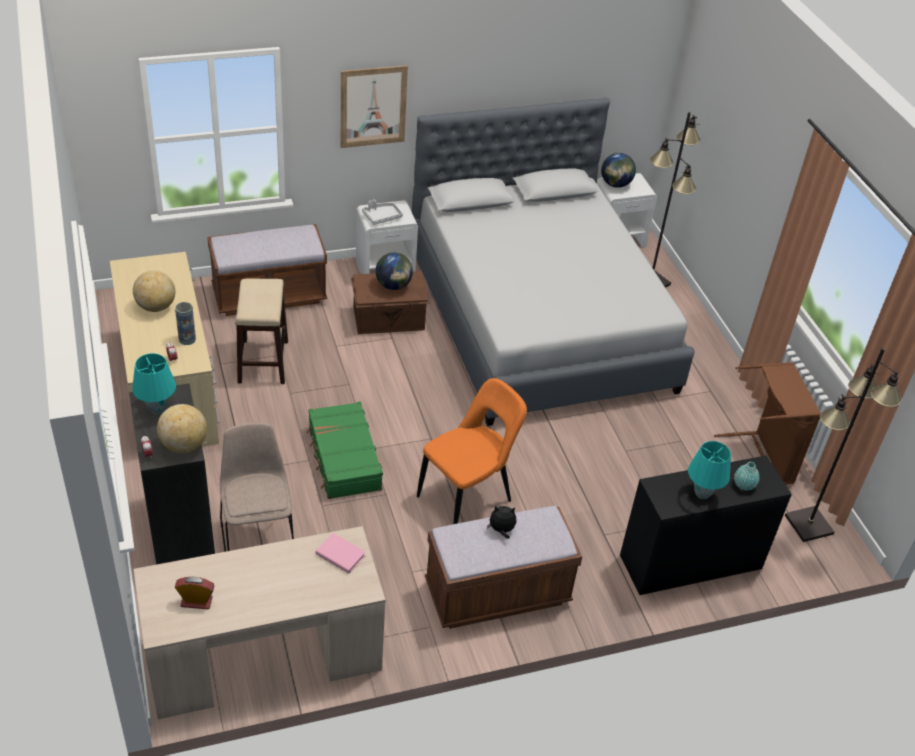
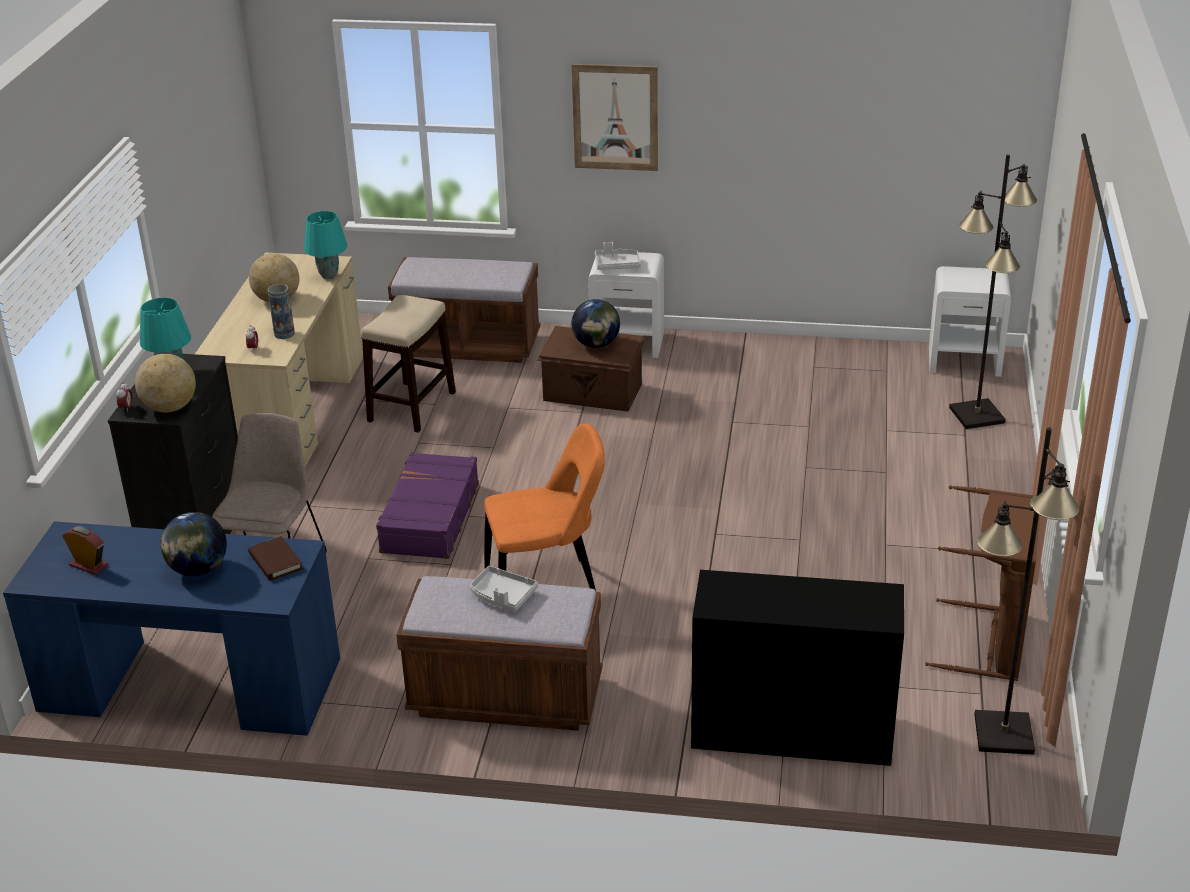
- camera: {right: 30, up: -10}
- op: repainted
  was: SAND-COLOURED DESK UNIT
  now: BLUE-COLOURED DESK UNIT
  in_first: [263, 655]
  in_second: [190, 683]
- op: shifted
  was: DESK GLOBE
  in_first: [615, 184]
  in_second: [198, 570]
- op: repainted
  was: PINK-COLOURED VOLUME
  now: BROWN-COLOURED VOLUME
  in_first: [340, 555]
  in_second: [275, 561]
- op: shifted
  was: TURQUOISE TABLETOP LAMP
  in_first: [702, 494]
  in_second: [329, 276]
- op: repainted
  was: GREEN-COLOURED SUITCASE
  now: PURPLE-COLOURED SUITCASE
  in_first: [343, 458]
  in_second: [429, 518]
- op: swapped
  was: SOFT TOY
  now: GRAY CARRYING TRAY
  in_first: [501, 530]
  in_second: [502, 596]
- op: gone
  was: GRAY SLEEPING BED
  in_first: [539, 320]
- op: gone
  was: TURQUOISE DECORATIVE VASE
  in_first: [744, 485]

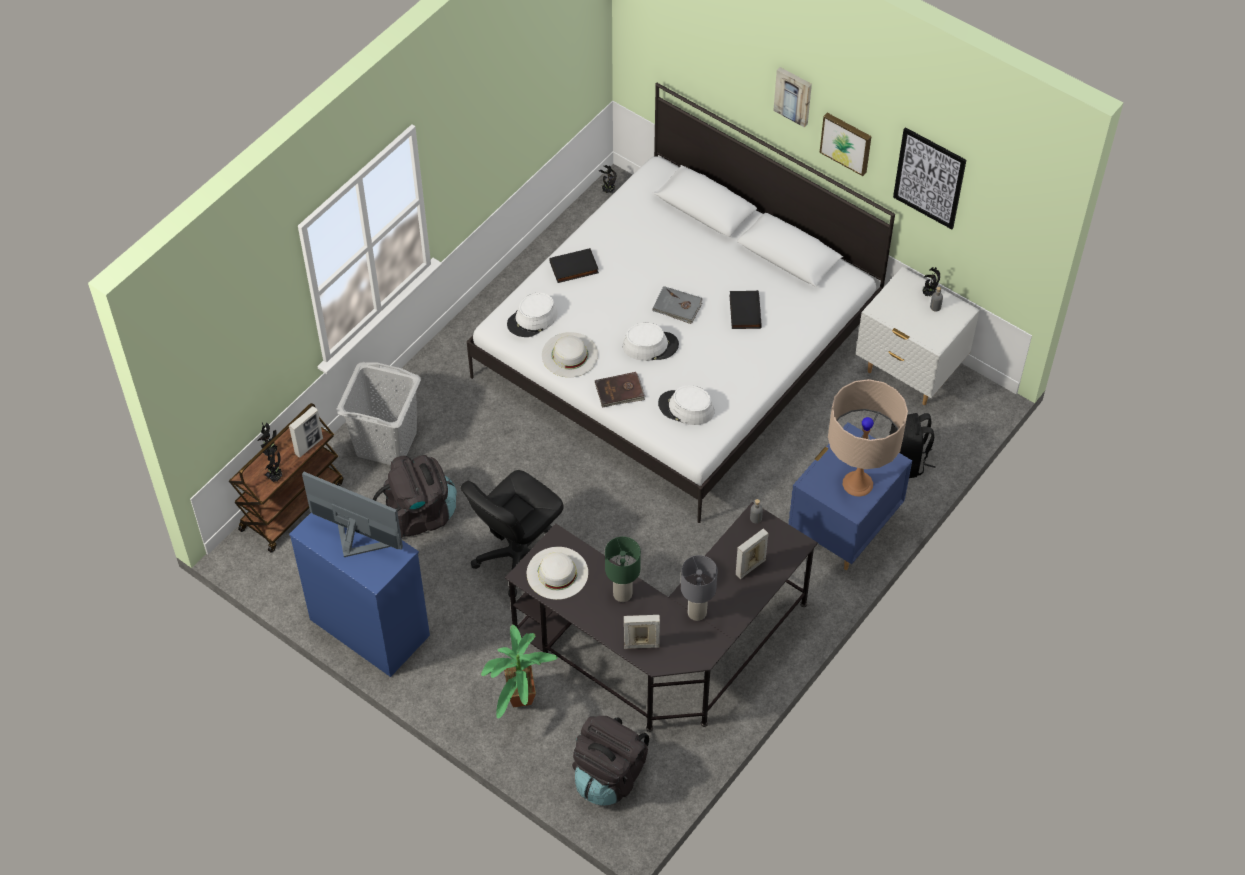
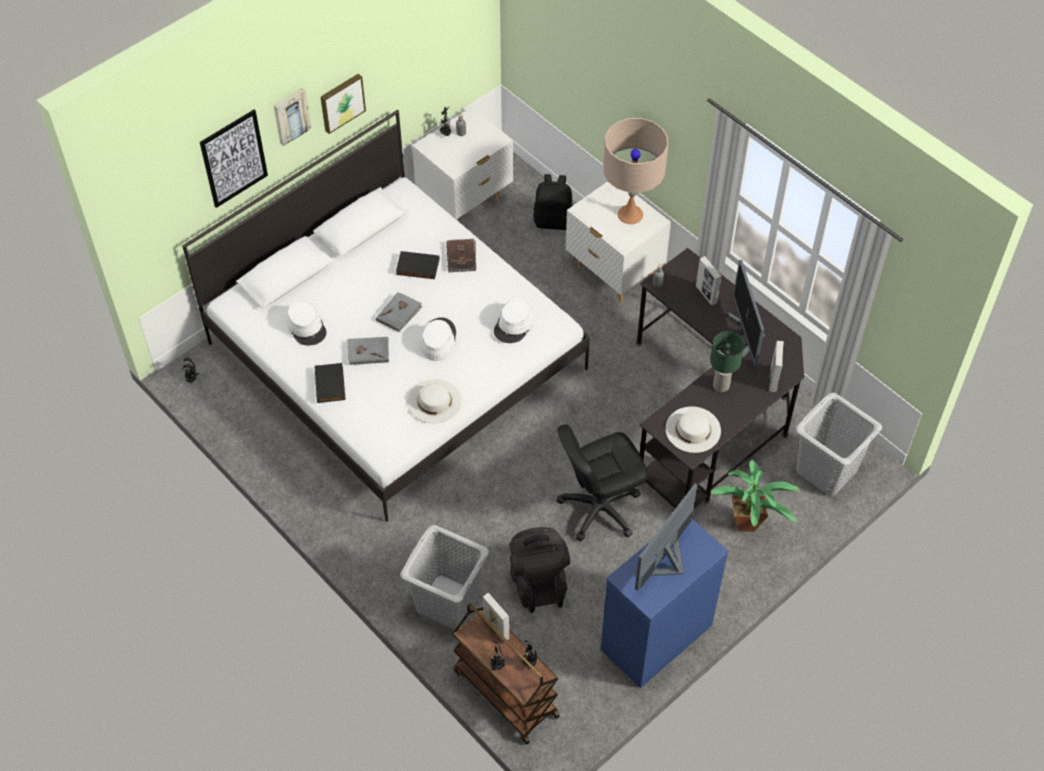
- camera: {right: -80, up: 0}
- op: shifted
  was: PICTURE
  in_first: [929, 178]
  in_second: [234, 158]
- op: shifted
  was: WHITE CLOTHING HAT
  in_first: [532, 319]
  in_second: [306, 327]
- op: new
  now: GRAY VOLUME
  in_second: [368, 351]
- op: shifted
  was: BROWN-COLOURED VOLUME
  in_first: [620, 391]
  in_second: [462, 256]
- op: rotated
  was: BLACK OFFICE CHAIR
  in_first: [518, 557]
  in_second: [599, 508]
  clockwise: 105
- op: repainted
  was: BLUE-COLOURED BEDSIDE TABLE
  now: WHITE BEDSIDE TABLE
  in_first: [843, 532]
  in_second: [614, 274]
- op: swapped
  was: GRAY TABLETOP LAMP
  now: MONITOR
  in_first: [696, 613]
  in_second: [746, 337]
- op: swapped
  was: BLACK RUCKSACK
  now: GRAY HAMPER
  in_first: [609, 775]
  in_second: [826, 469]

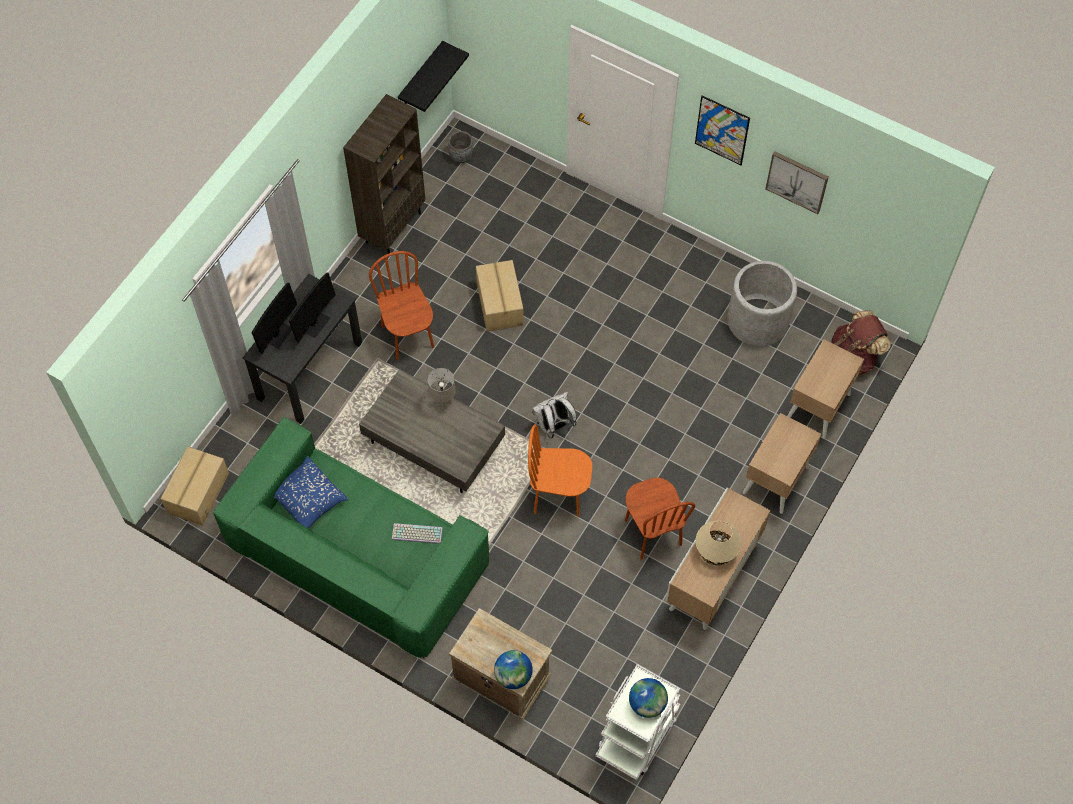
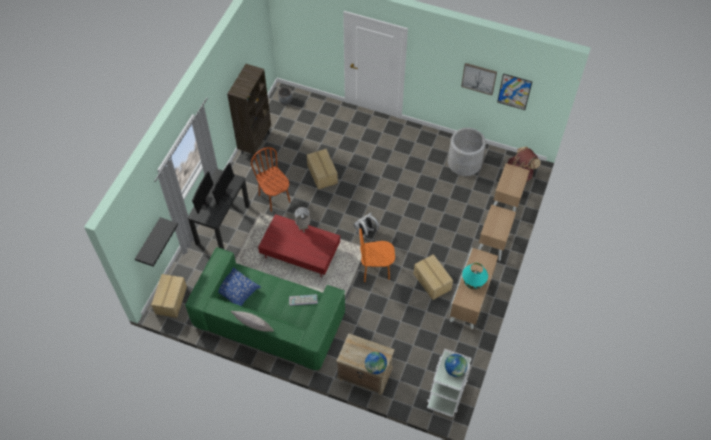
- camera: {right: -10, up: -5}
- op: shifted
  was: BLACK BRACKET SHELF
  in_first: [421, 76]
  in_second: [149, 242]
- op: new
  now: GRAY THROW PILLOW
  in_second: [254, 328]
- op: repainted
  was: GRAY LOUNGE TABLE
  now: RED LOUNGE TABLE
  in_first: [432, 443]
  in_second: [299, 253]
- op: swapped
  was: BROWN-COLOURED UPRIGHT CHAIR
  now: PACKING BOX
  in_first: [652, 532]
  in_second: [431, 282]
- op: repainted
  was: SAND-COLOURED TABLETOP LAMP
  now: TURQUOISE TABLETOP LAMP
  in_first: [716, 551]
  in_second: [473, 282]
- op: shifted
  was: PICTURE
  in_first: [722, 130]
  in_second: [514, 91]

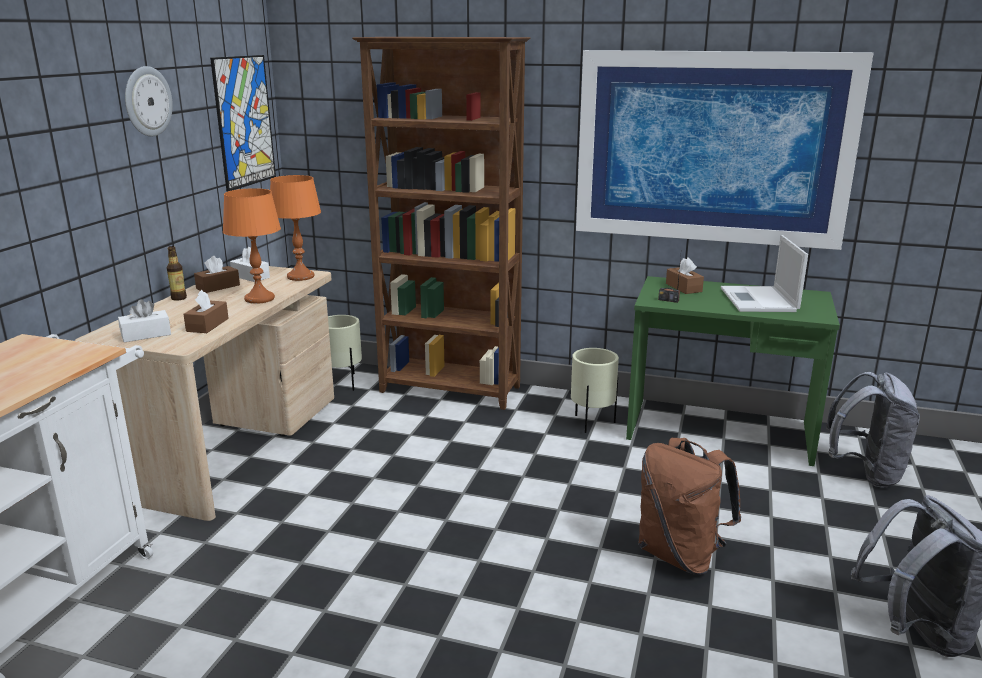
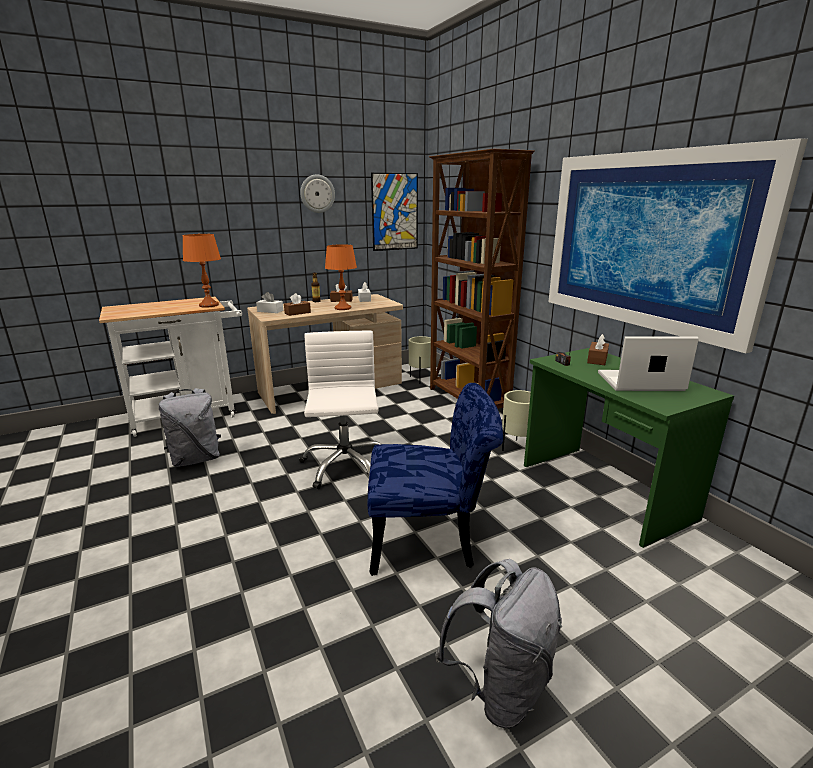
- camera: {right: 45, up: 0}
- op: shifted
  was: GRAY RUCKSACK
  in_first: [866, 473]
  in_second: [196, 459]
- op: shifted
  was: ORANGE-COLOURED TABLETOP LAMP
  in_first: [300, 277]
  in_second: [208, 305]
- op: new
  now: WHITE OFFICE CHAIR
  in_second: [345, 465]
- op: swapped
  was: BROWN-COLOURED RUCKSACK
  now: BLUE-COLOURED UPRIGHT CHAIR
  in_first: [680, 555]
  in_second: [432, 539]
- op: rotated
  was: LAPTOP
  in_first: [759, 300]
  in_second: [638, 382]
  clockwise: 45

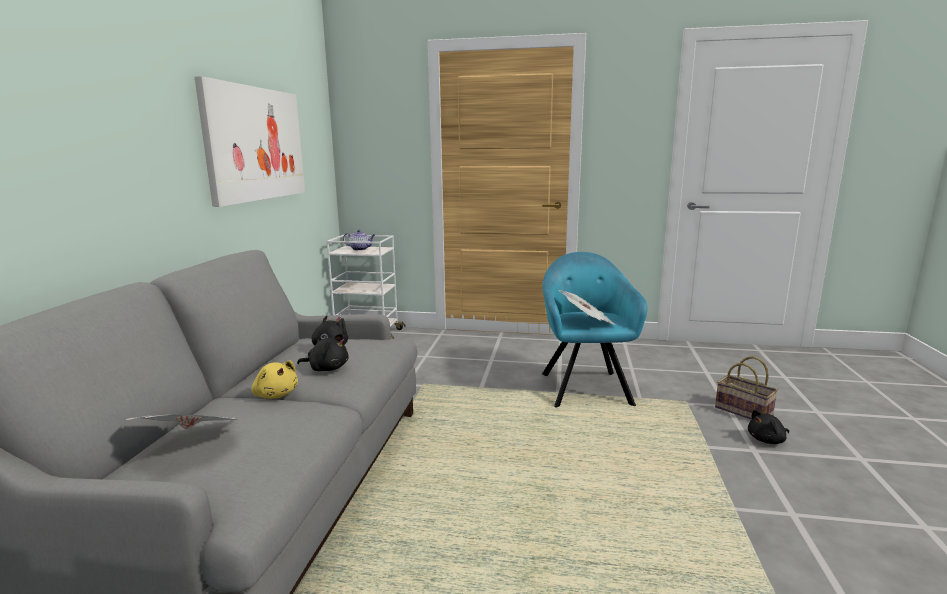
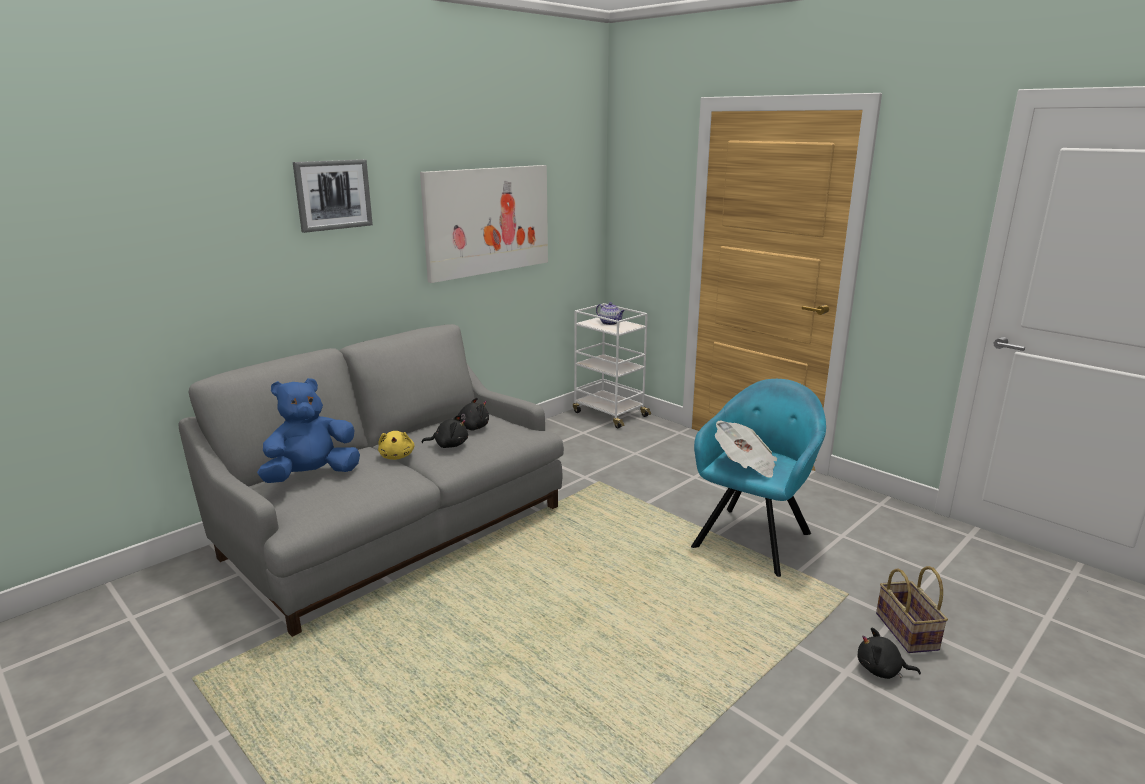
- camera: {right: 35, up: 5}
- op: swapped
  was: NEWSPAPER
  now: BLUE-COLOURED SOFT TOY
  in_first: [194, 442]
  in_second: [312, 475]
- op: new
  now: PICTURE
  in_second: [333, 195]
- op: rotated
  was: BLACK SOFT TOY
  in_first: [327, 368]
  in_second: [449, 445]
  clockwise: -45

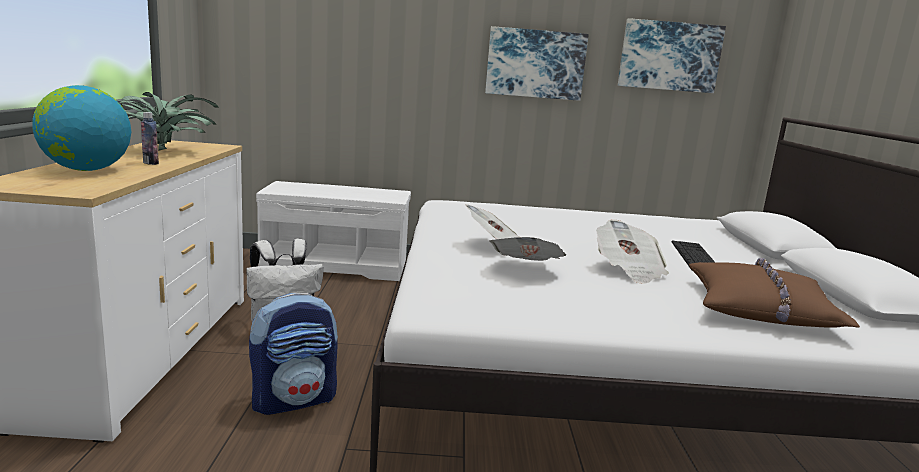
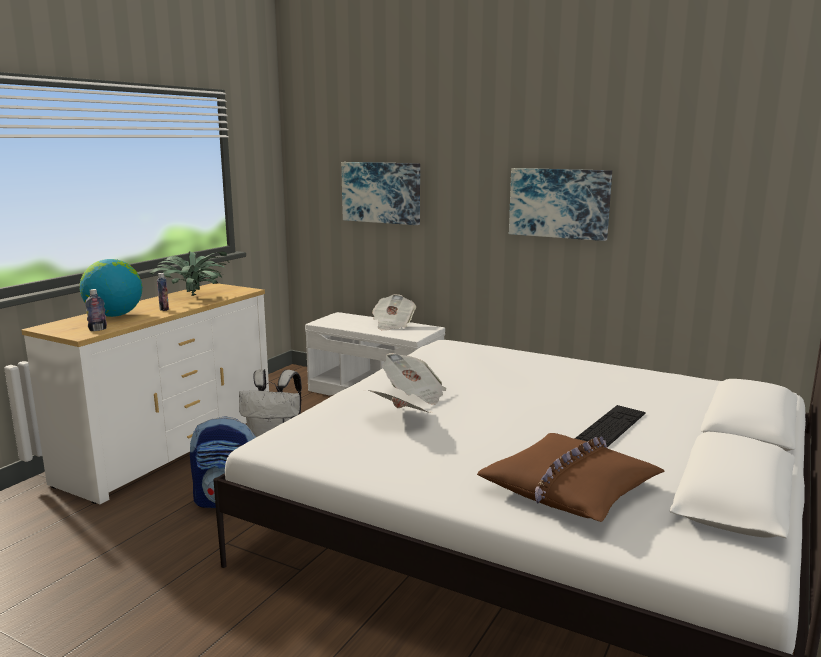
- camera: {right: 30, up: 0}
- op: new
  now: BOTTLE
  in_second: [98, 329]
- op: shifted
  was: PICTURE
  in_first: [669, 56]
  in_second: [381, 192]
- op: shifted
  was: NEWSPAPER
  in_first: [628, 271]
  in_second: [392, 325]

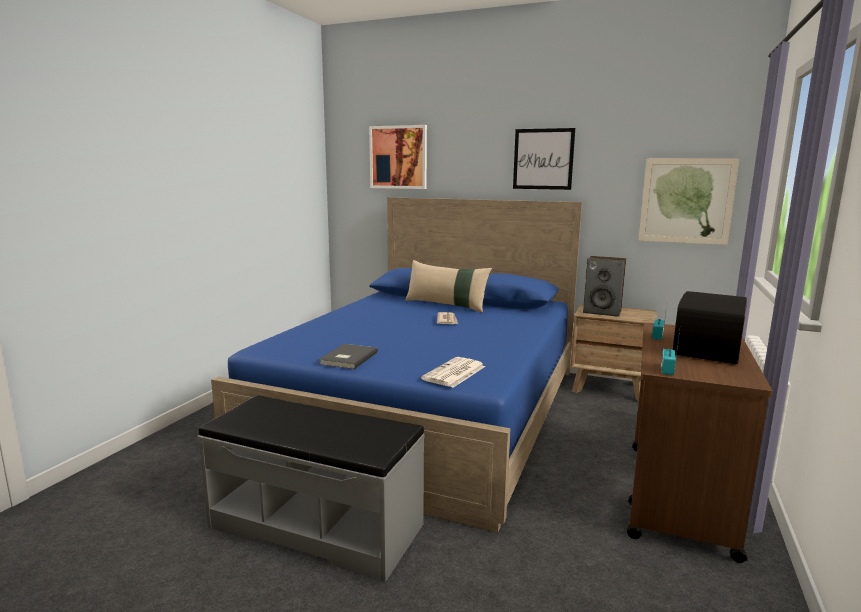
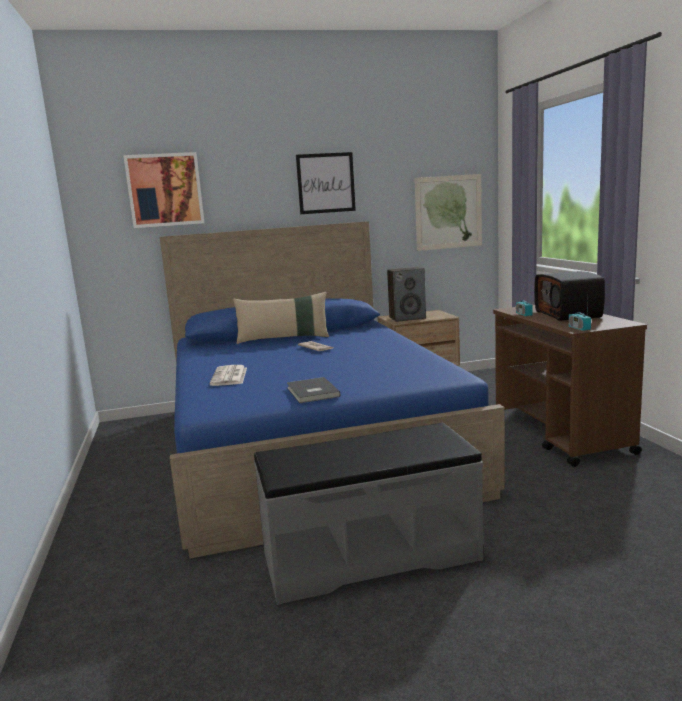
- camera: {right: -35, up: 0}
- op: shifted
  was: NEWSPAPER
  in_first: [454, 373]
  in_second: [229, 376]

